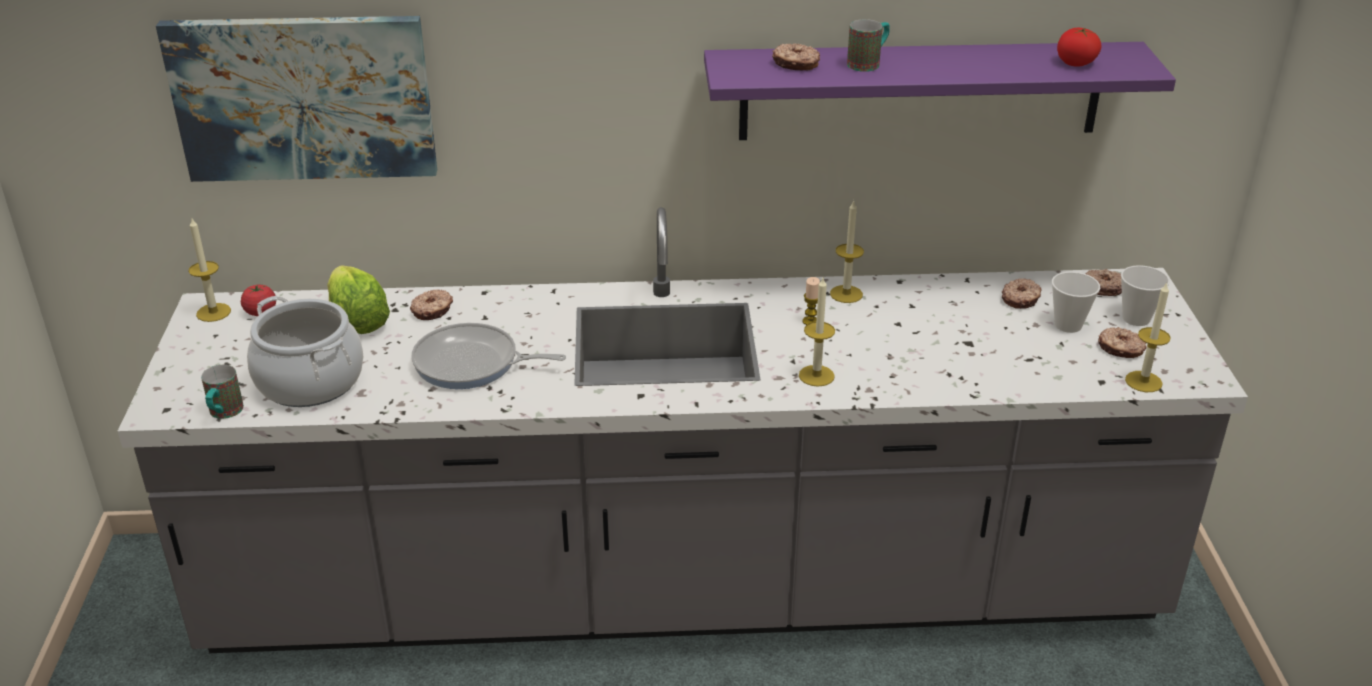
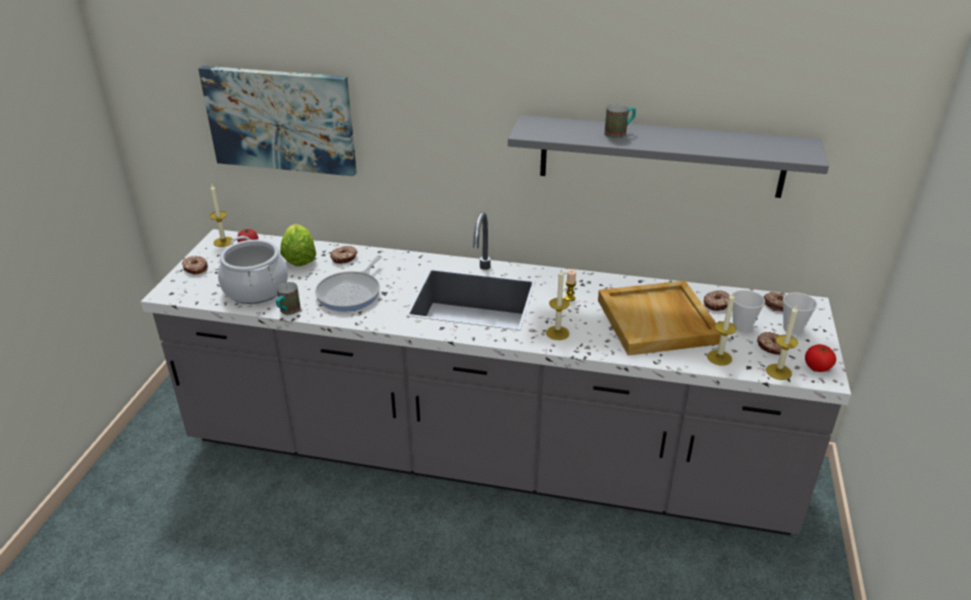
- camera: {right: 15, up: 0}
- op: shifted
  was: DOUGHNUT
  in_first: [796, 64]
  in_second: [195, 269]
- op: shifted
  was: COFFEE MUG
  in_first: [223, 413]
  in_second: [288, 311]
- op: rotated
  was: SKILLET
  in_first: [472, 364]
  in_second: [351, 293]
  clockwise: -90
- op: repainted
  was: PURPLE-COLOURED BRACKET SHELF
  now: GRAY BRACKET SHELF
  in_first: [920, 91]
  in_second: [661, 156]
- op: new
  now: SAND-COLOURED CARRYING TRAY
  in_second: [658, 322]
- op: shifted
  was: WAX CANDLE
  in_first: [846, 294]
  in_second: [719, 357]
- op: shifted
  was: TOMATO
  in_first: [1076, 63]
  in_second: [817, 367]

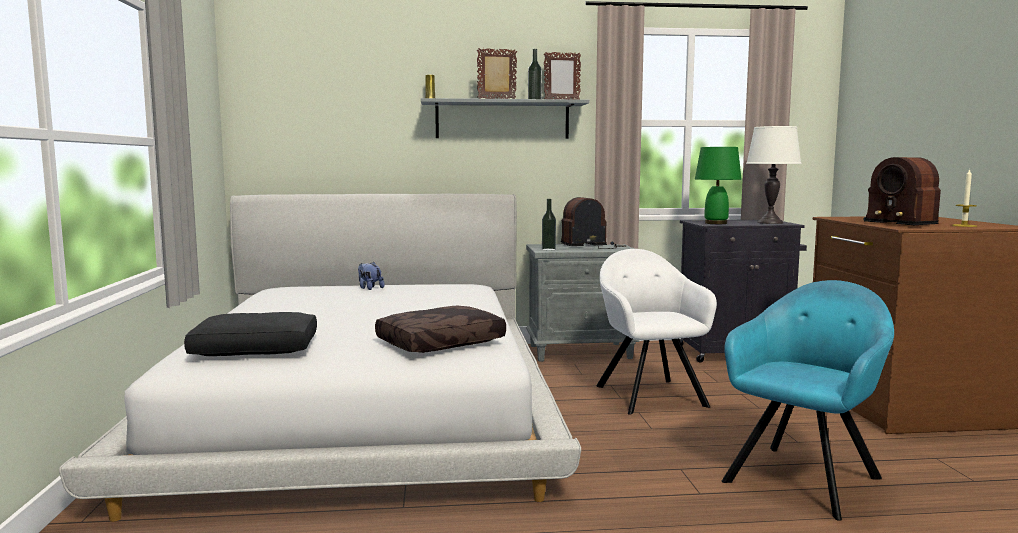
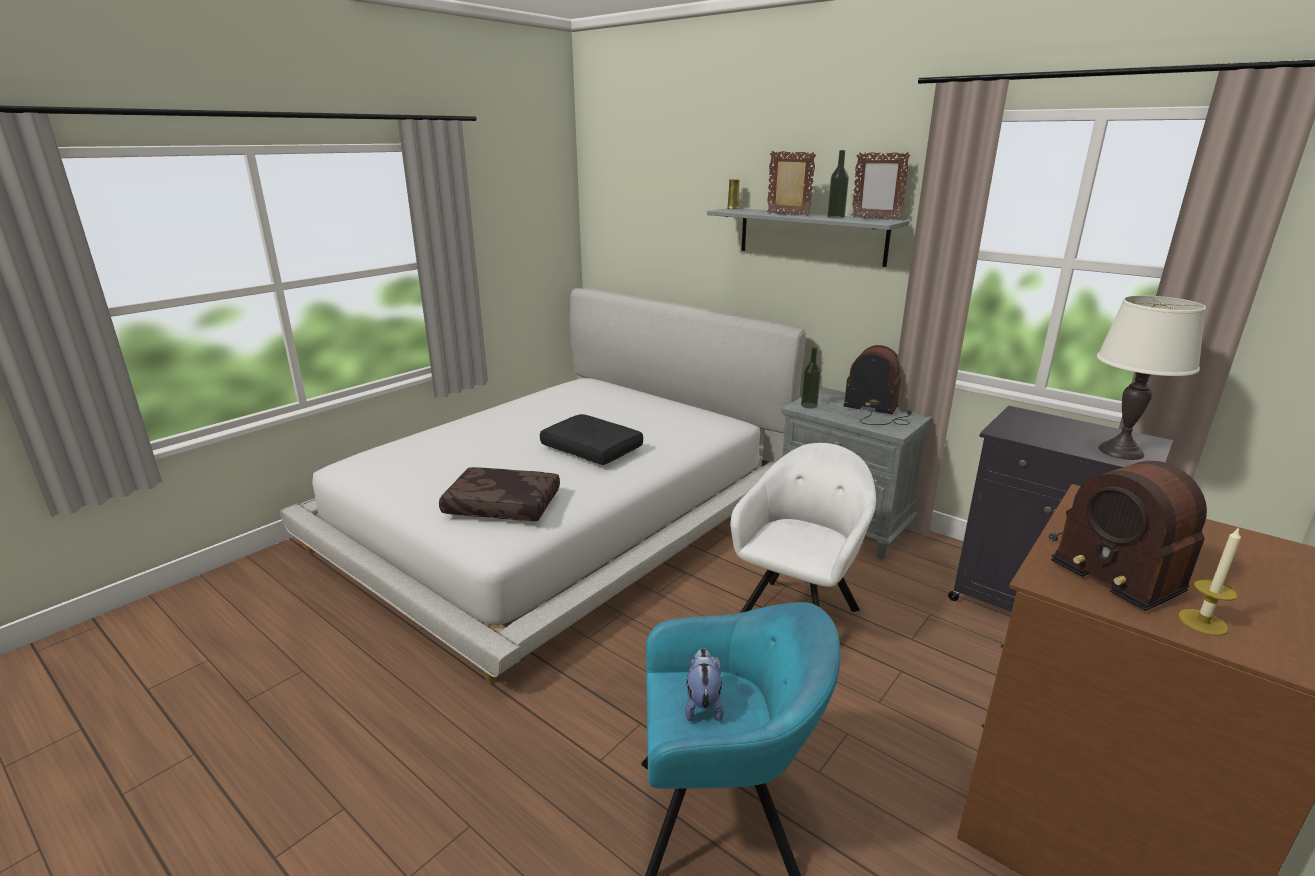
- camera: {right: 45, up: 15}
- op: shifted
  was: BLACK THROW PILLOW
  in_first: [257, 348]
  in_second: [593, 449]
- op: shifted
  was: SOFT TOY
  in_first: [369, 288]
  in_second: [703, 704]
- op: rotated
  was: RADIO RECEIVER
  in_first: [900, 223]
  in_second: [1114, 563]
  clockwise: -45
- op: gone
  was: GREEN-COLOURED TABLETOP LAMP
  in_first: [715, 223]

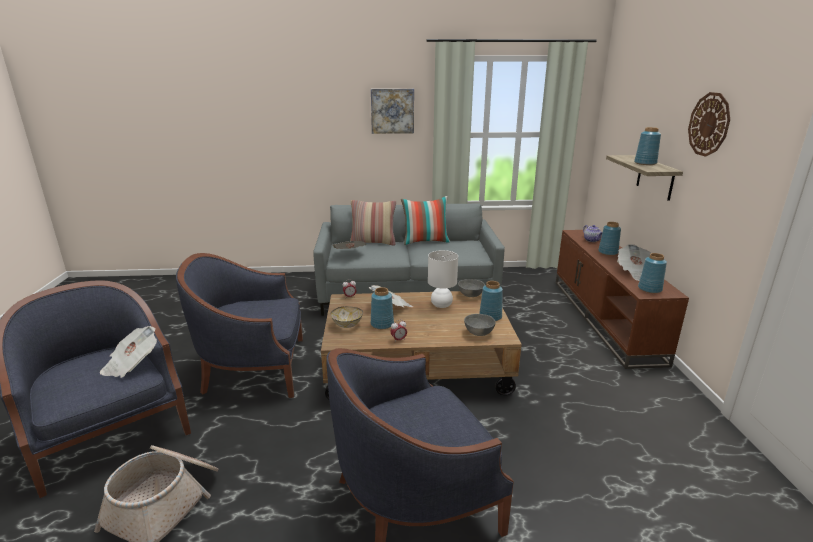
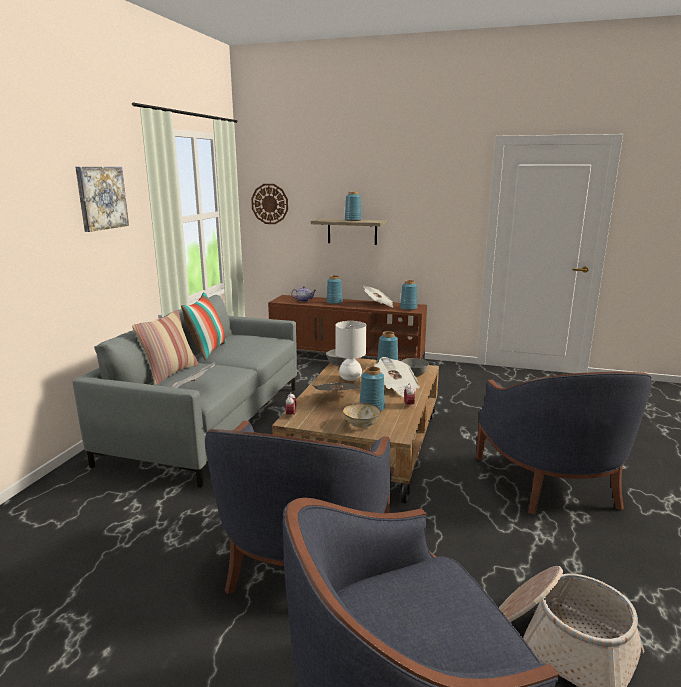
- camera: {right: -70, up: -5}
- op: shifted
  was: WALL CLOCK
  in_first: [709, 124]
  in_second: [270, 204]
- op: shifted
  was: NEWSPAPER
  in_first: [131, 364]
  in_second: [396, 388]

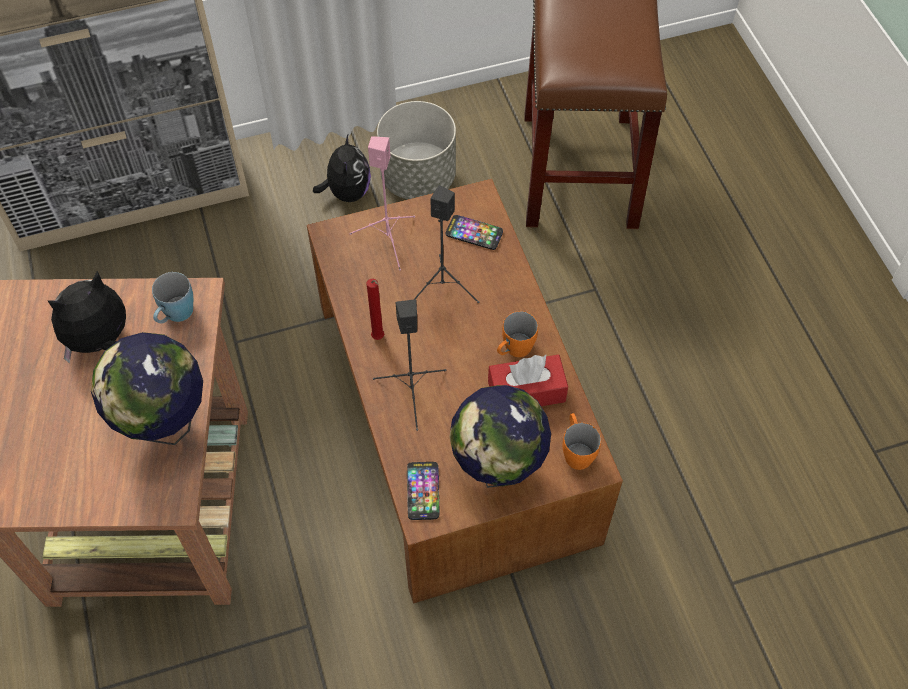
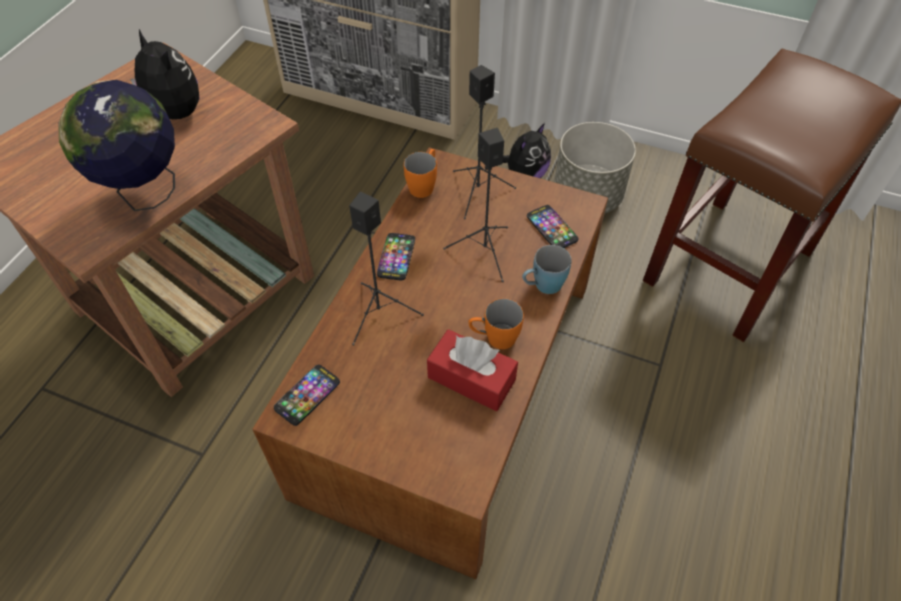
- camera: {right: 40, up: -5}
- op: rotated
  was: SOFT TOY
  in_first: [101, 341]
  in_second: [173, 115]
  clockwise: 45
- op: swapped
  was: RED WAX CANDLE
  now: PHONE
  in_first: [379, 339]
  in_second: [396, 257]
- op: shifted
  was: ORANGE-COLOURED COFFEE MUG
  in_first: [576, 450]
  in_second: [424, 184]
- op: repainted
  was: PINK-COLOURED AUDIO SPEAKER
  now: BLACK AUDIO SPEAKER
  in_first: [388, 239]
  in_second: [478, 191]
- op: shifted
  was: BLUE-COLOURED COFFEE MUG
  in_first: [175, 316]
  in_second: [542, 286]
- op: gone
  was: DESK GLOBE
  in_first: [498, 469]

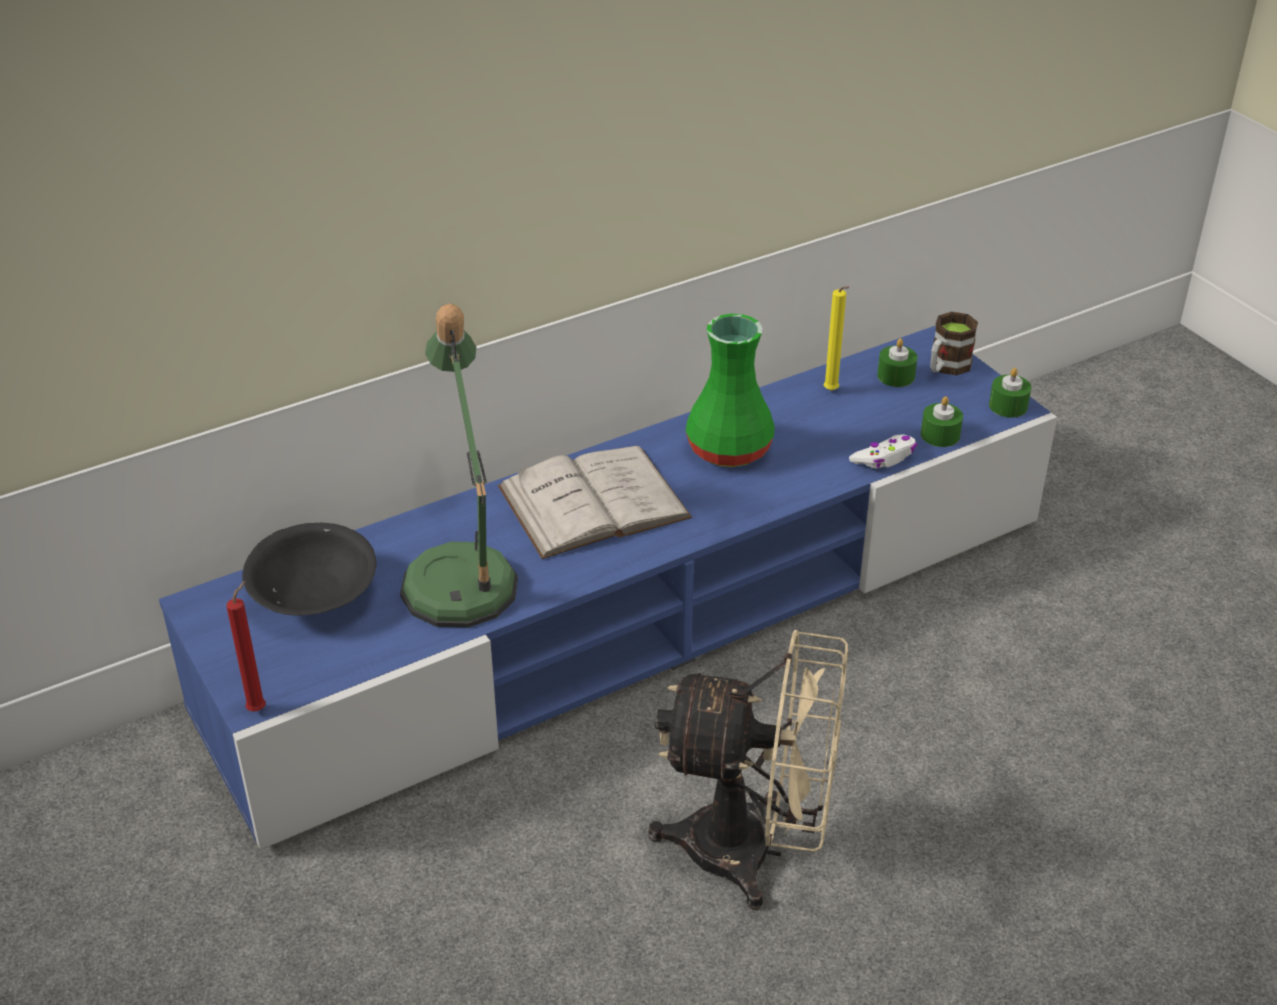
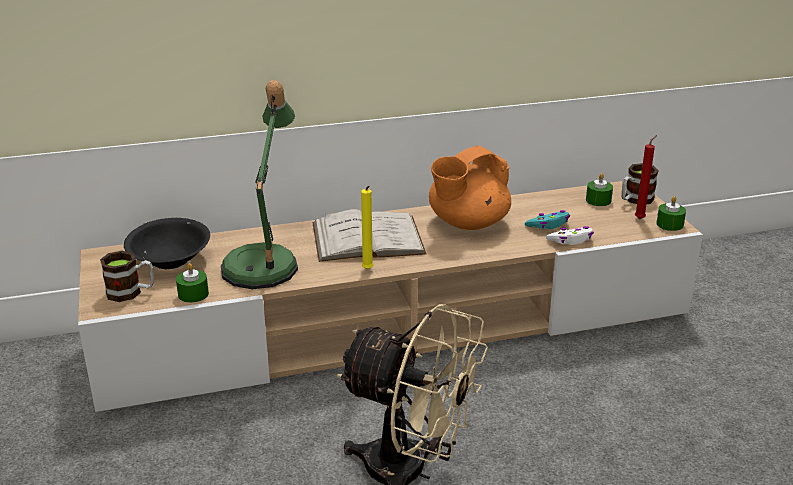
- camera: {right: 15, up: -10}
- op: repainted
  was: BLUE-COLOURED TV UNIT
  now: SAND-COLOURED TV UNIT
  in_first: [640, 613]
  in_second: [397, 326]
- op: new
  now: COFFEE MUG
  in_second: [131, 292]
- op: shifted
  was: GREEN-COLOURED WAX CANDLE
  in_first: [940, 435]
  in_second: [193, 294]
- op: shifted
  was: YELLOWISH WAX CANDLE
  in_first: [832, 392]
  in_second: [368, 270]
- op: swapped
  was: GREEN-COLOURED DECORATIVE VASE
  now: ORANGE-COLOURED TEAPOT
  in_first: [727, 449]
  in_second: [467, 223]
- op: new
  now: TURQUOISE JOYPAD
  in_second: [548, 225]
- op: shifted
  was: RED WAX CANDLE
  in_first: [259, 708]
  in_second: [640, 218]

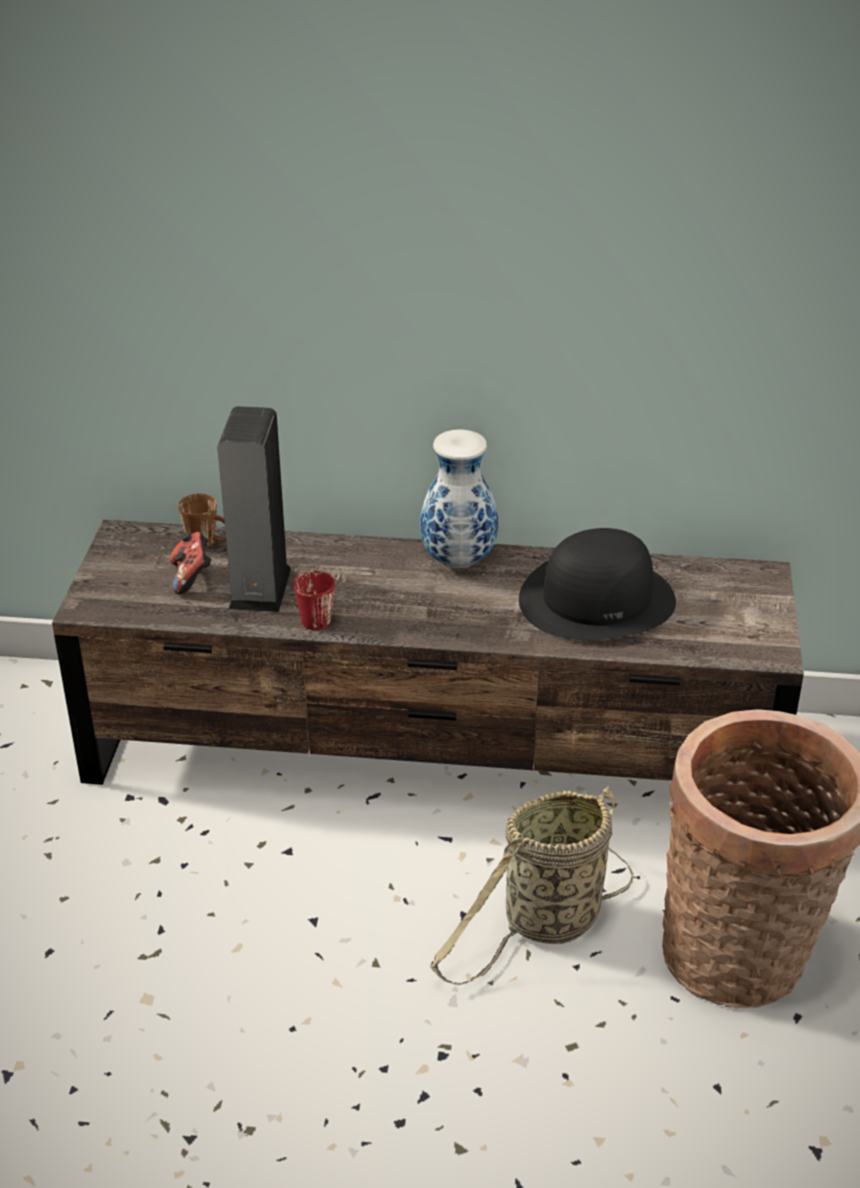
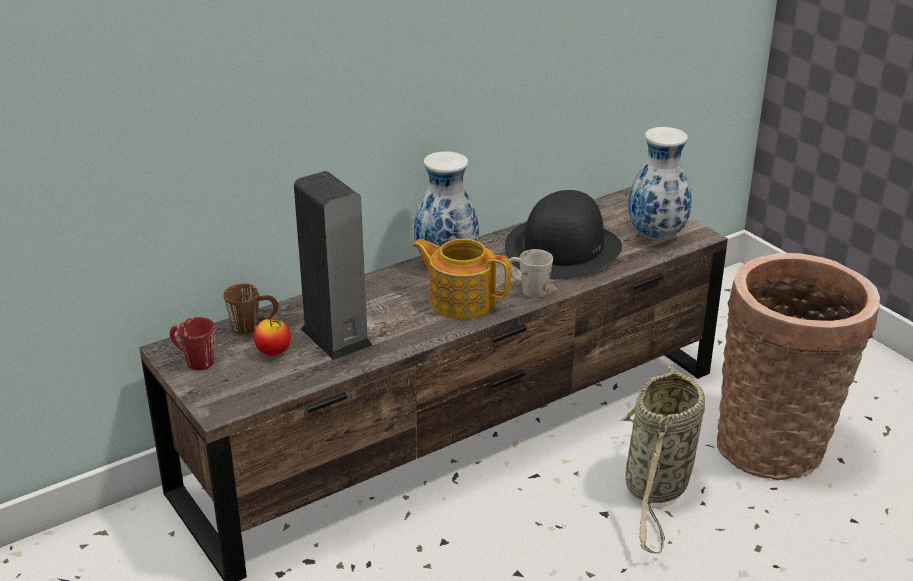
- camera: {right: -40, up: -5}
- op: shifted
  was: RED COFFEE MUG
  in_first: [312, 616]
  in_second: [193, 360]
- op: swapped
  was: JOYPAD
  now: WHOLE APPLE
  in_first: [192, 577]
  in_second: [274, 352]
- op: new
  now: TEAPOT
  in_second: [461, 300]
- op: new
  now: WHITE COFFEE MUG
  in_second: [527, 289]
- op: new
  now: DECORATIVE VASE
  in_second: [657, 235]

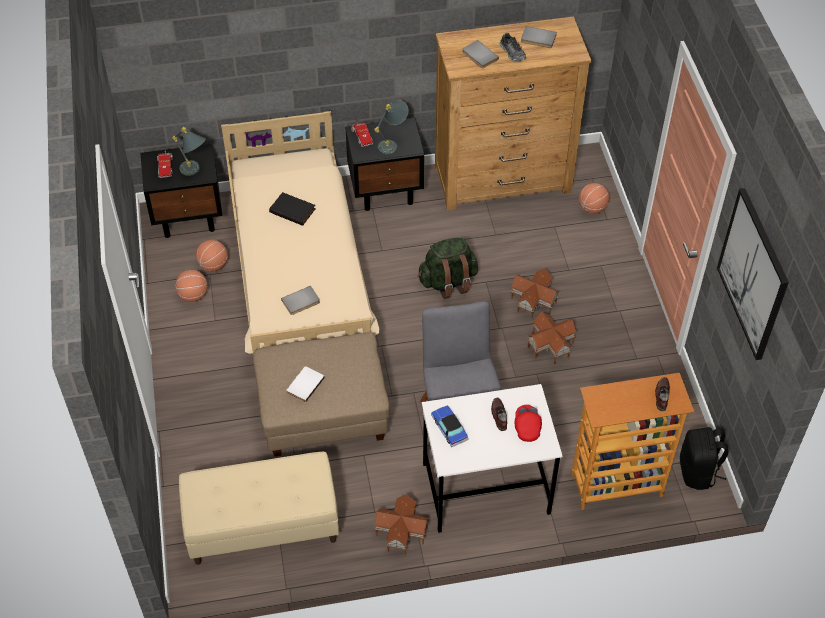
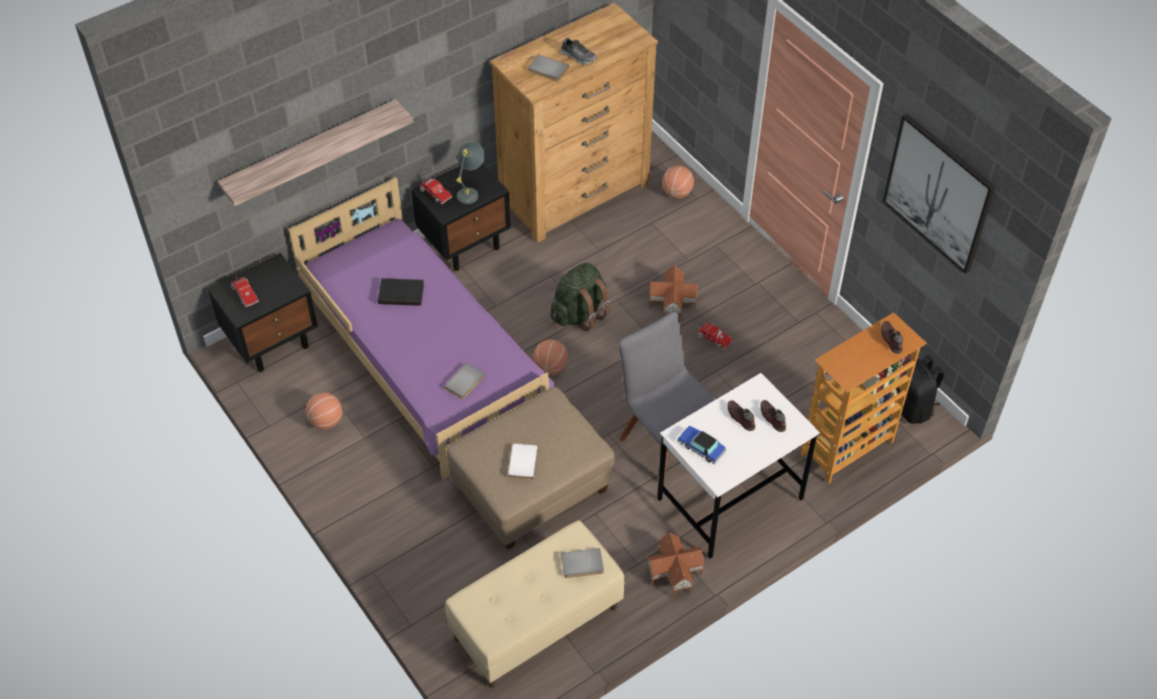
- camera: {right: -25, up: 0}
- op: new
  now: BRACKET SHELF
  in_second: [311, 152]
- op: repainted
  was: SAND-COLOURED SLEEPING BED
  now: PURPLE-COLOURED SLEEPING BED
  in_first: [299, 273]
  in_second: [425, 358]
- op: shifted
  was: BASKETBALL
  in_first: [213, 265]
  in_second: [551, 367]
- op: shifted
  was: GRAY VOLUME
  in_first: [538, 39]
  in_second: [582, 565]
- op: swapped
  was: MINIATURE HOUSE
  now: TOY TRUCK
  in_first: [550, 344]
  in_second: [712, 338]
- op: swapped
  was: RED PEAKED CAP
  now: BROWN-COLOURED LOW SHOE
  in_first: [527, 427]
  in_second: [772, 418]
- op: gone
  was: GRAY TABLETOP LAMP
  in_first: [195, 172]

